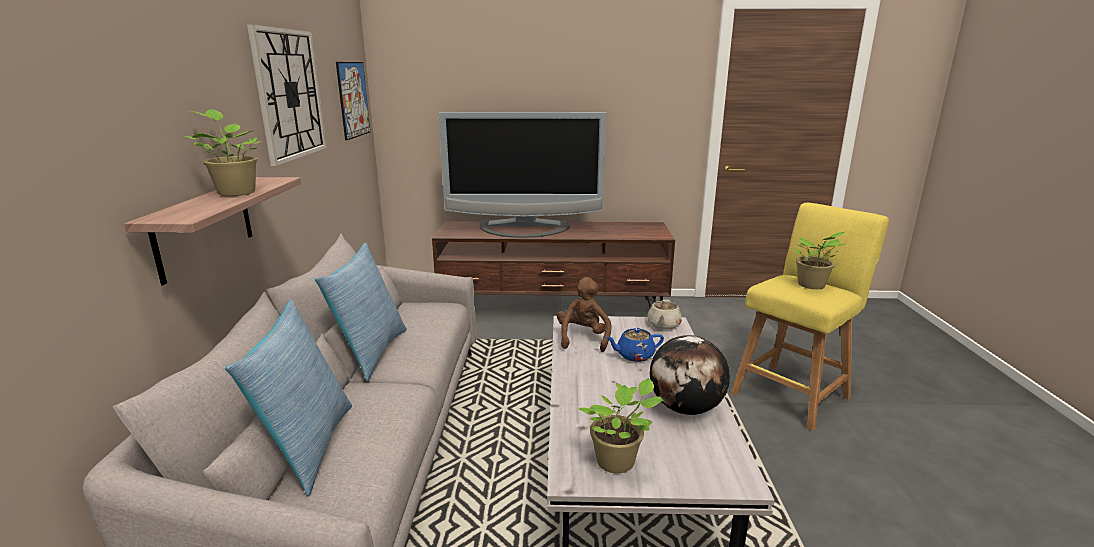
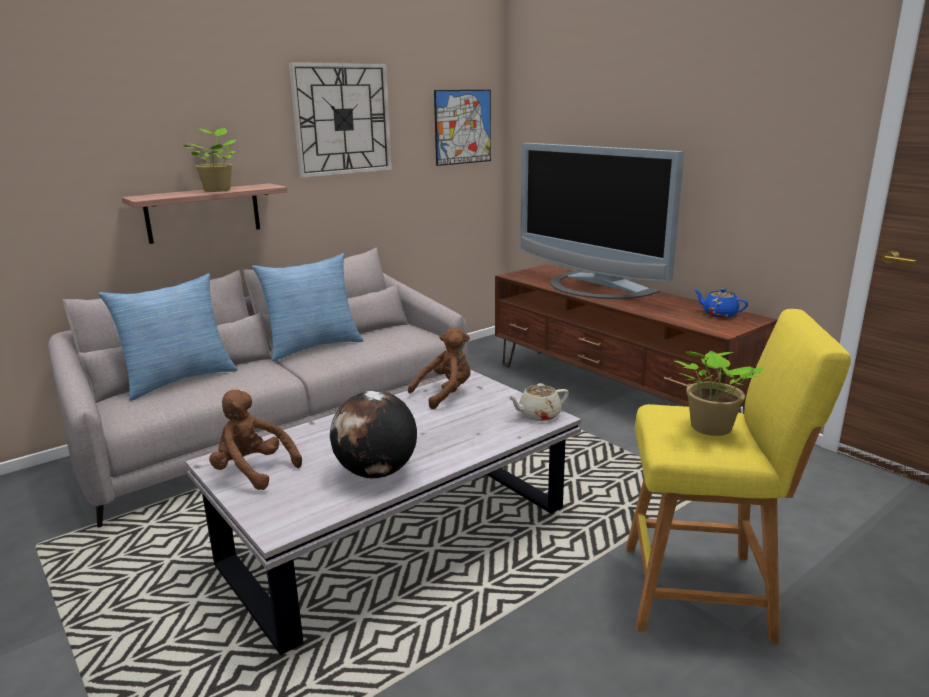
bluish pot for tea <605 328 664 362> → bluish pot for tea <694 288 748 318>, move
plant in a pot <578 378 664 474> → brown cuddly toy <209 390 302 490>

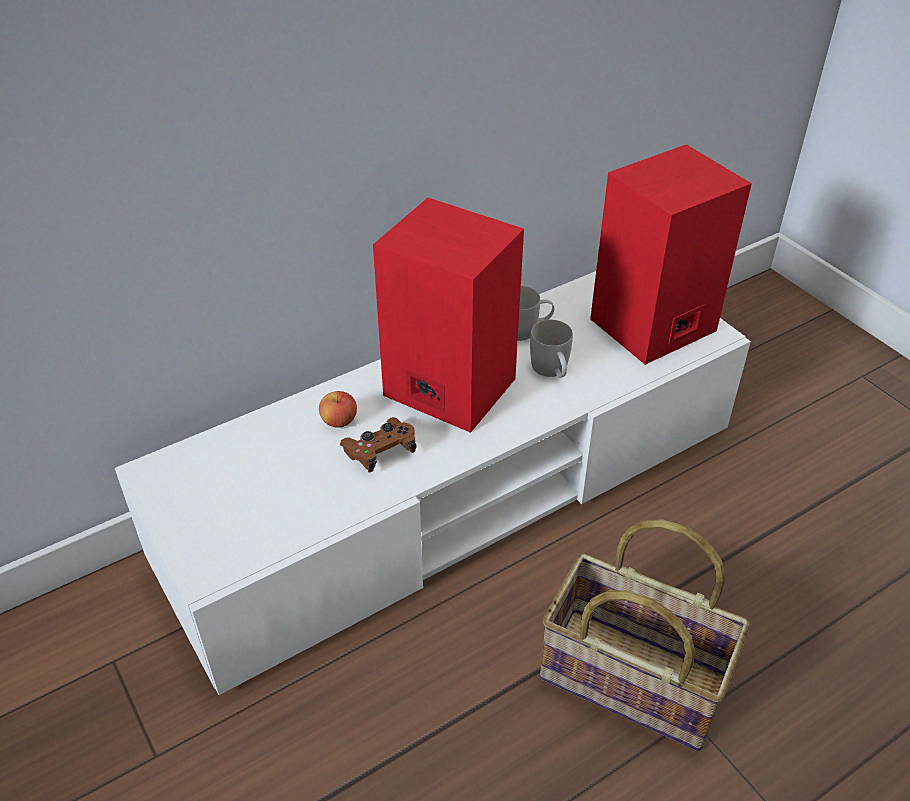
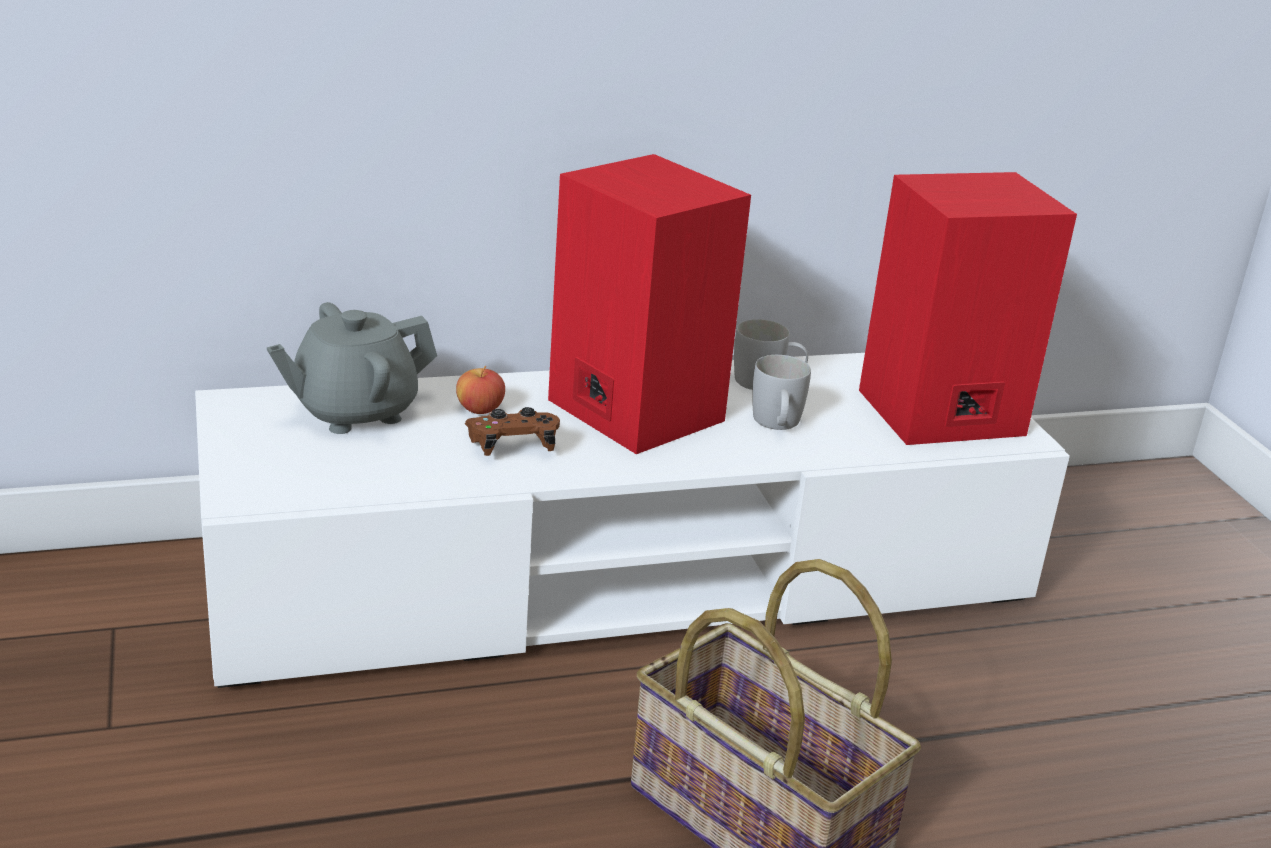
- → gray pot for tea <267 302 437 434>

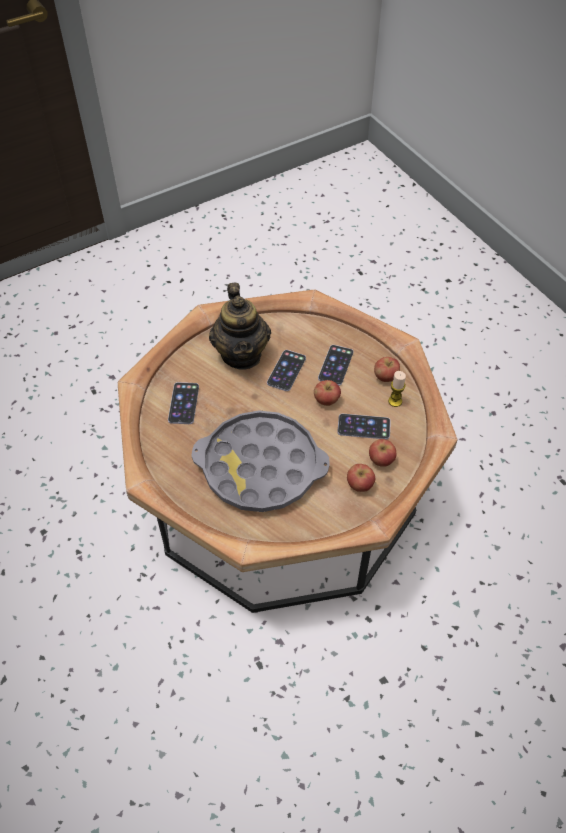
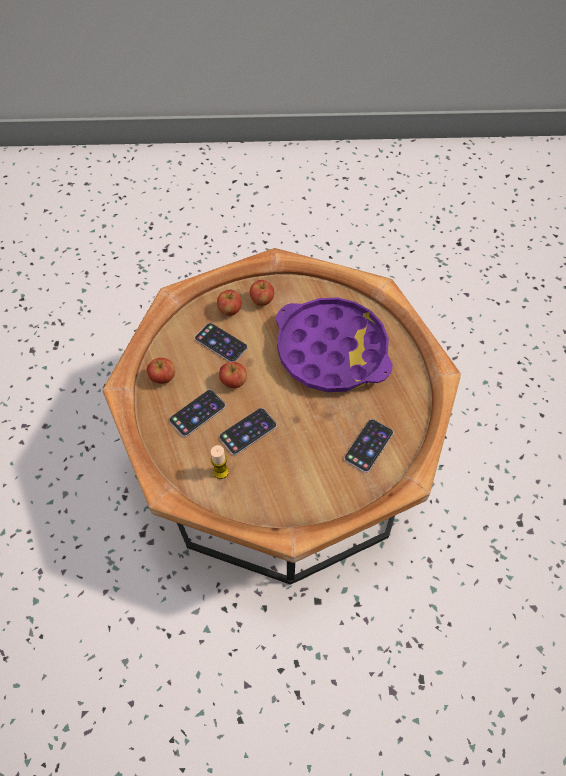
pot for tea <209 283 271 370> → -
wax candle <388 371 406 407> → wax candle <210 445 229 479>, move
gray serving tray <191 411 330 512> → purplish serving tray <276 298 393 392>

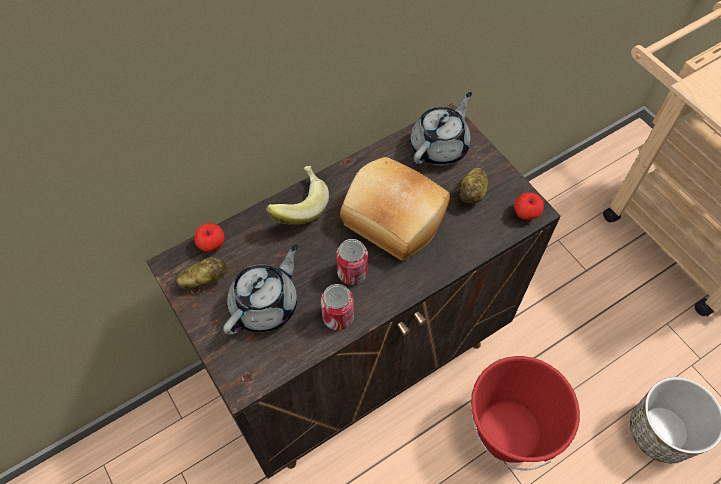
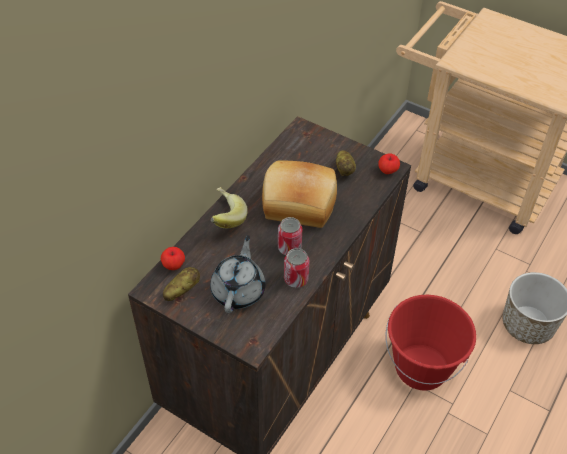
gray pot for tea <410 92 472 166> → -

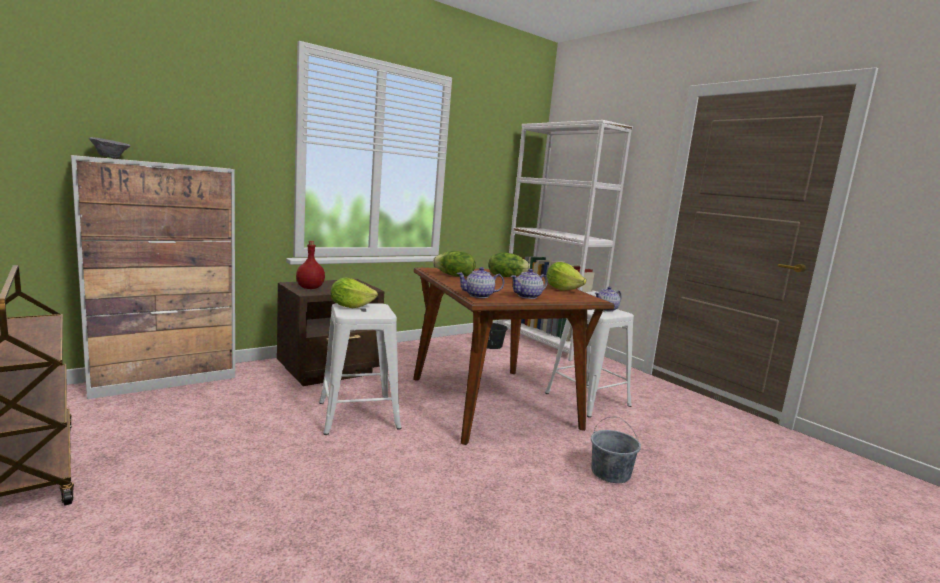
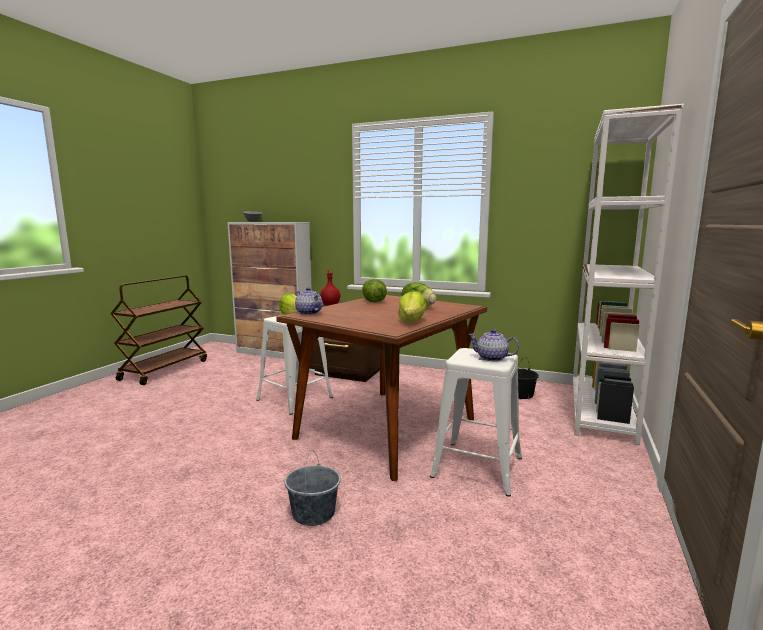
pot for tea <511 269 548 299> → -

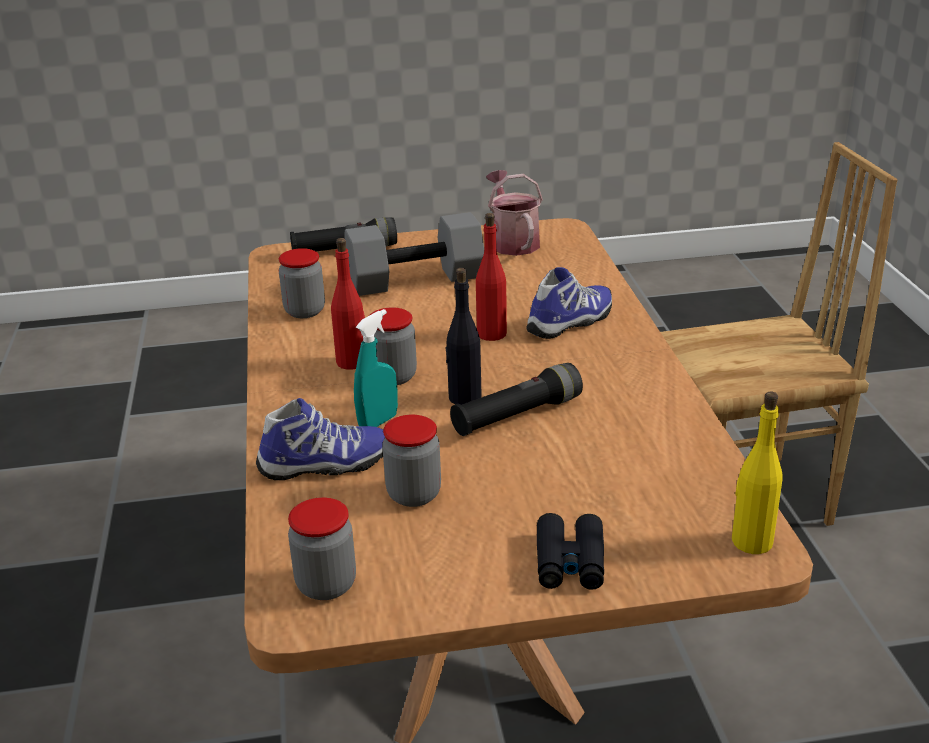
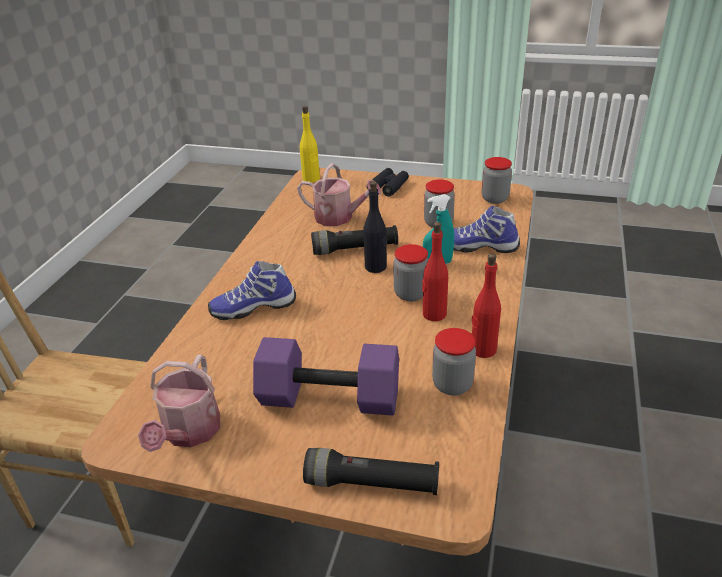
gray hand weight <344 212 484 296> → purplish hand weight <253 337 399 416>
red-coloured beverage bottle <476 213 507 341> → red-coloured beverage bottle <472 253 501 358>, move
- → sprinkling can <297 163 381 226>

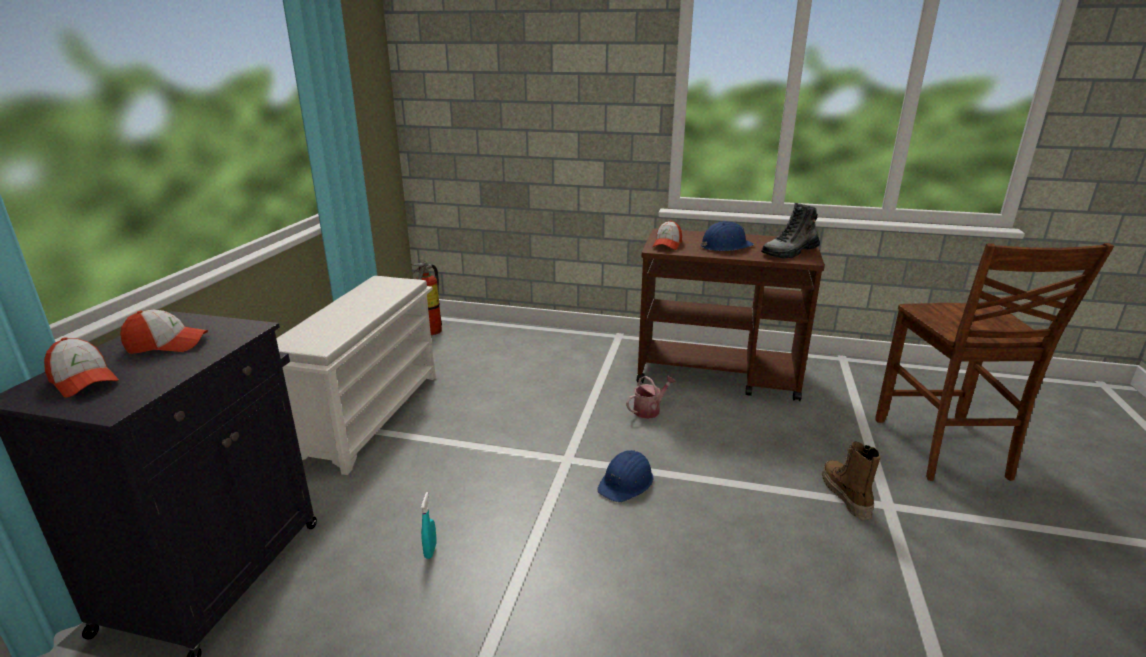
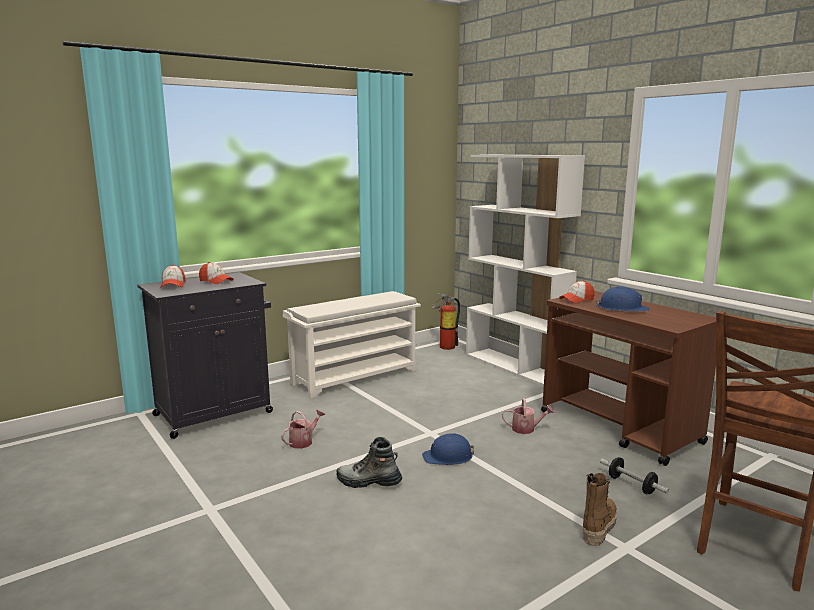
boot <761 203 820 259> → boot <336 437 402 488>, move
blue-green spray bottle <421 492 437 559> → sprinkling can <281 410 325 449>
- → white bookcase <466 155 585 386>
- → hand weight <600 457 669 494>

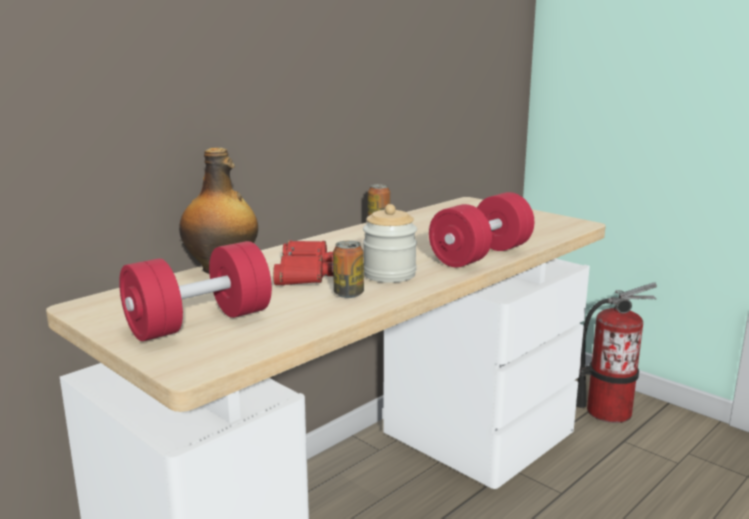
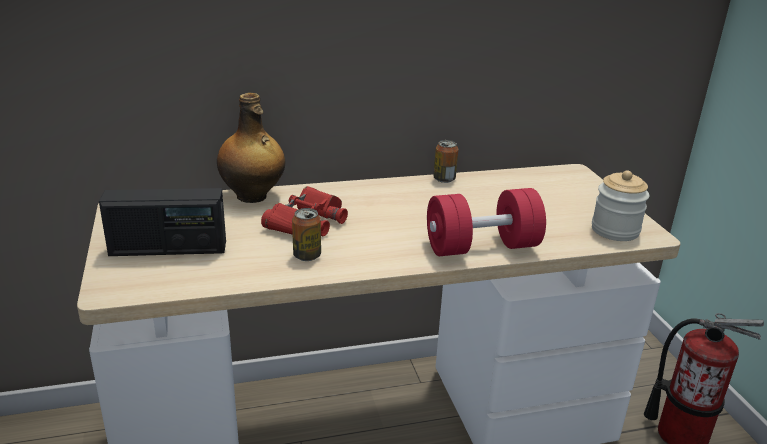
jar <363 204 417 283> → jar <592 170 649 241>, move
red-coloured hand weight <119 241 272 341> → radio receiver <99 188 226 256>

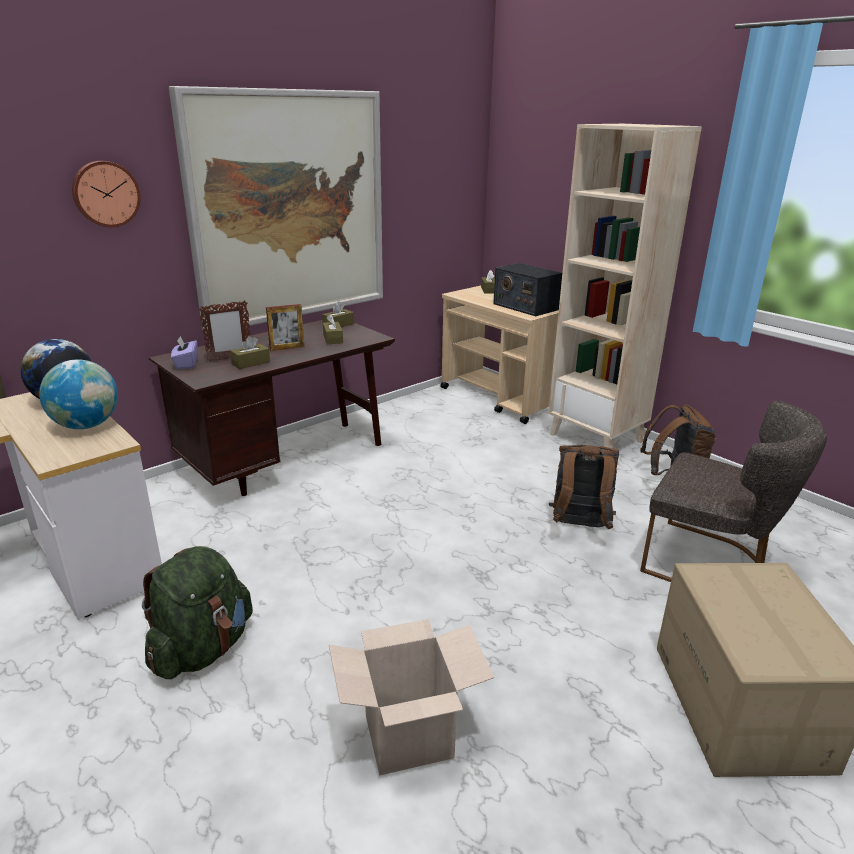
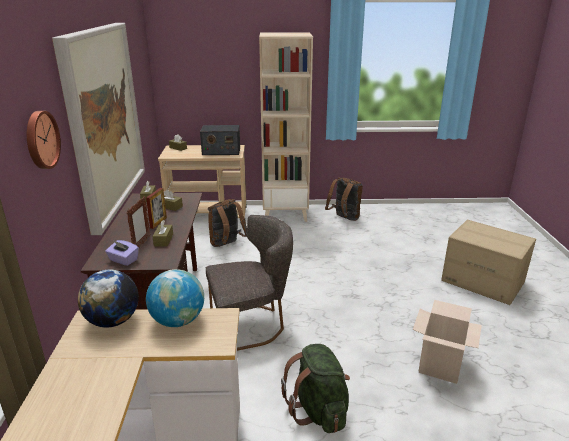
gray upright chair <640 401 827 582> → gray upright chair <206 215 293 351>, move
brown backpack <549 445 619 529> → brown backpack <208 199 247 247>, move

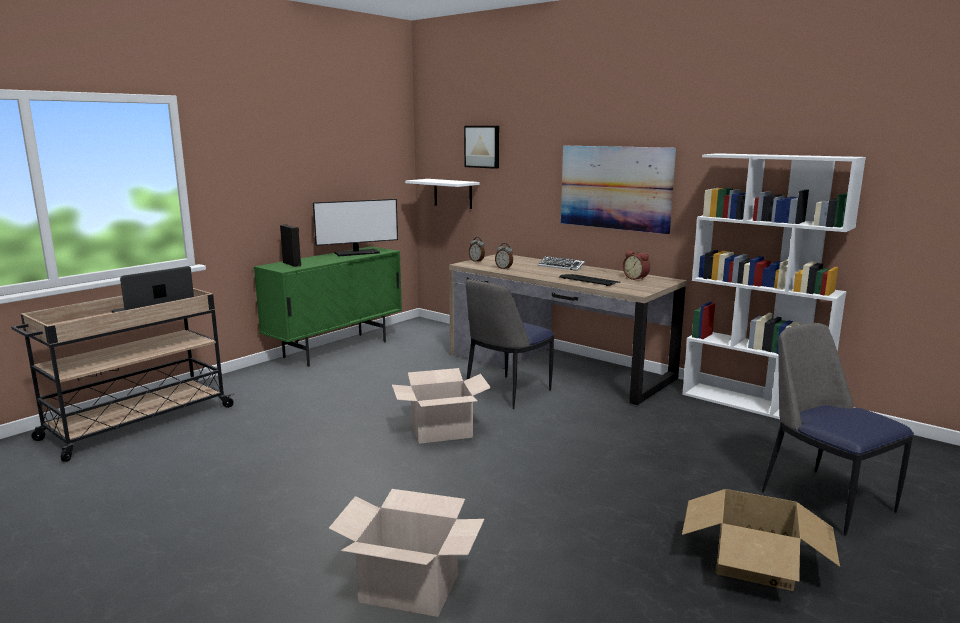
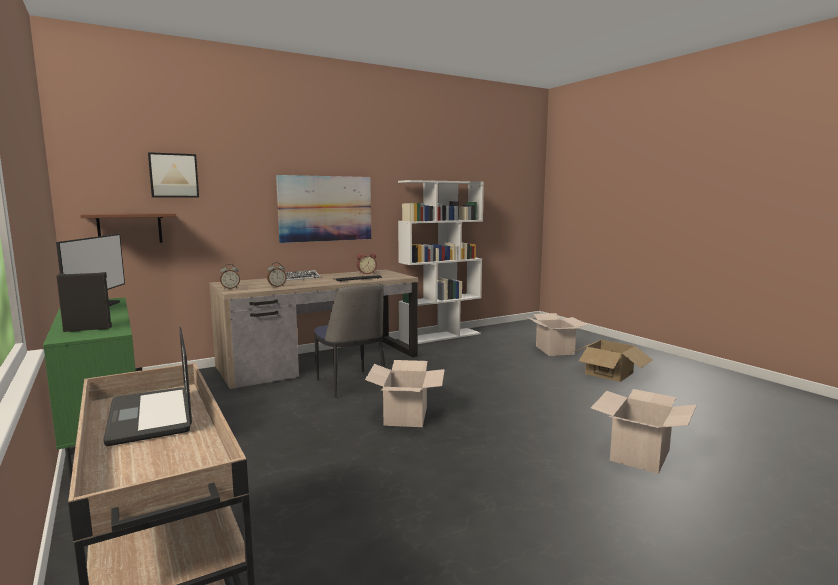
white shelf <405 179 480 209> → brown shelf <80 213 176 243>
upright chair <762 323 914 536> → cardboard box <527 313 588 356>

